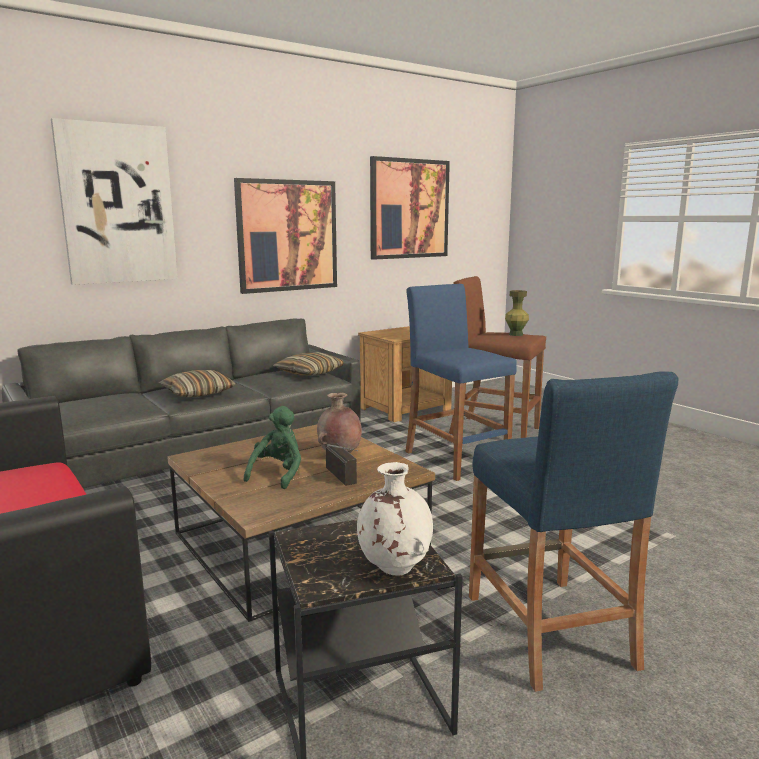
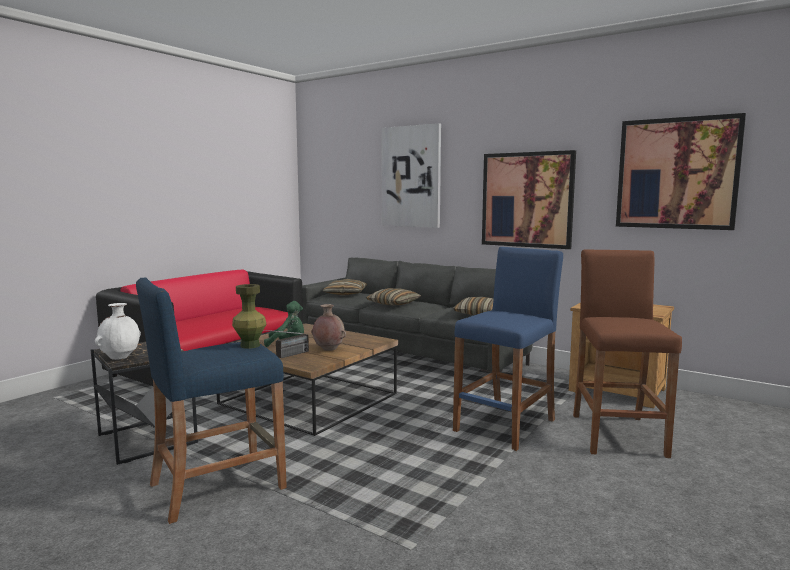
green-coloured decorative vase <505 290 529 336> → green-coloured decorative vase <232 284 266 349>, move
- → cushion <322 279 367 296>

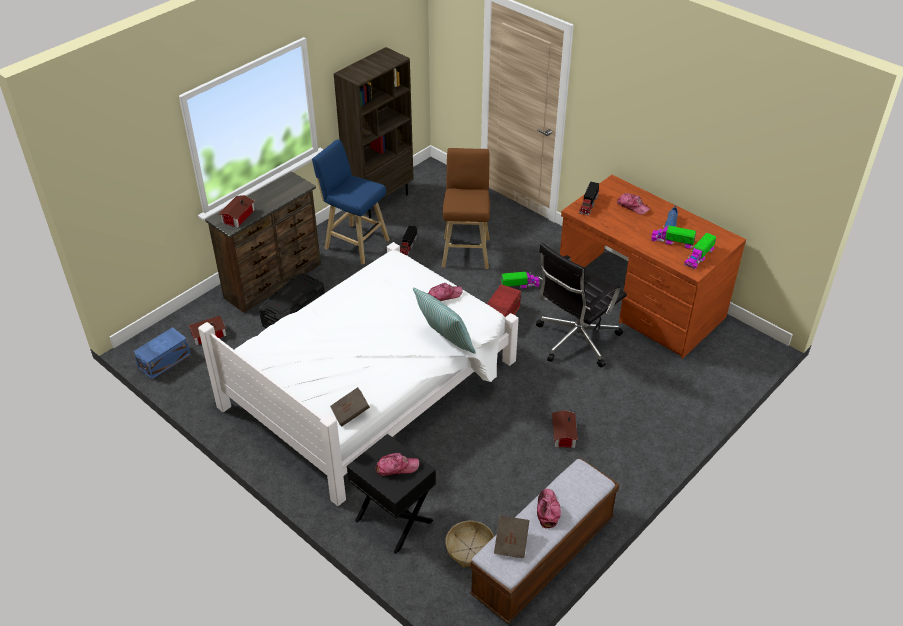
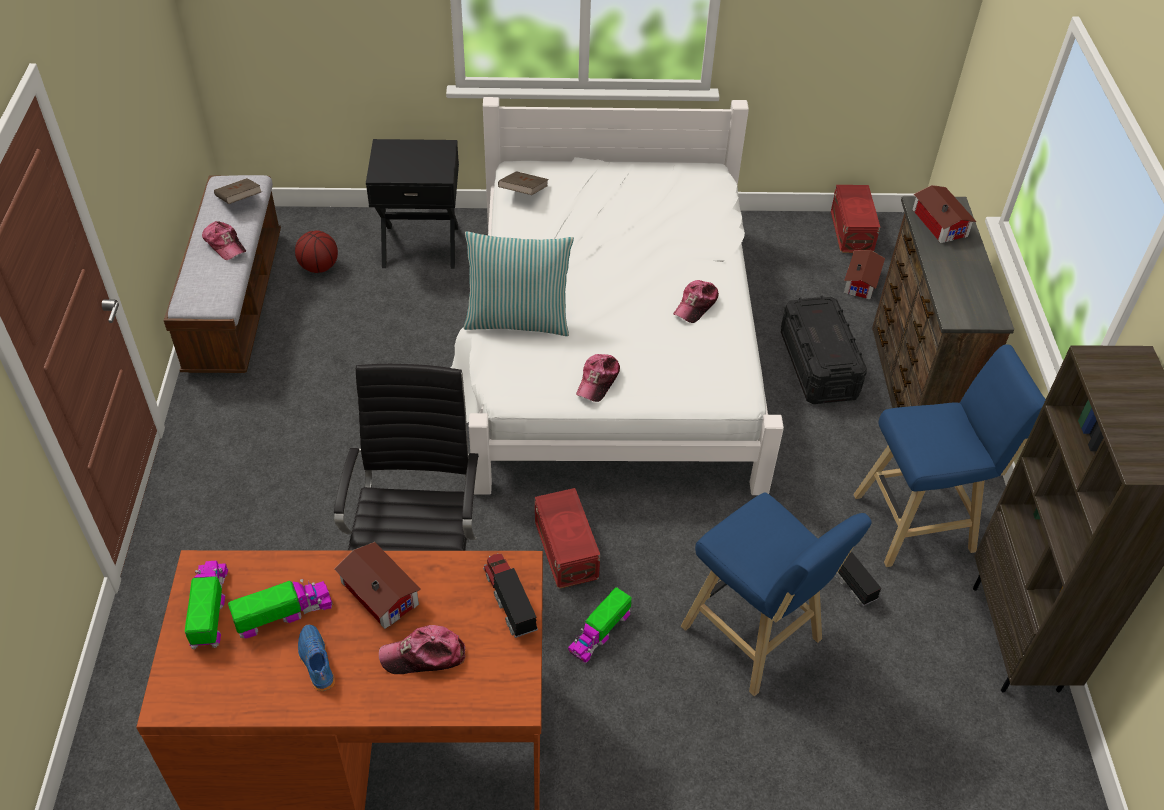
brown stool <442 148 490 269> → bluish stool <681 492 872 696>
bluish storage bin <133 327 191 379> → red-coloured storage bin <831 185 880 253>
miniature house <552 410 578 448> → miniature house <334 542 421 629>, move
baseball cap <375 453 419 476> → baseball cap <673 280 719 323>, move
basket <445 521 494 568> → basketball <295 230 338 273>

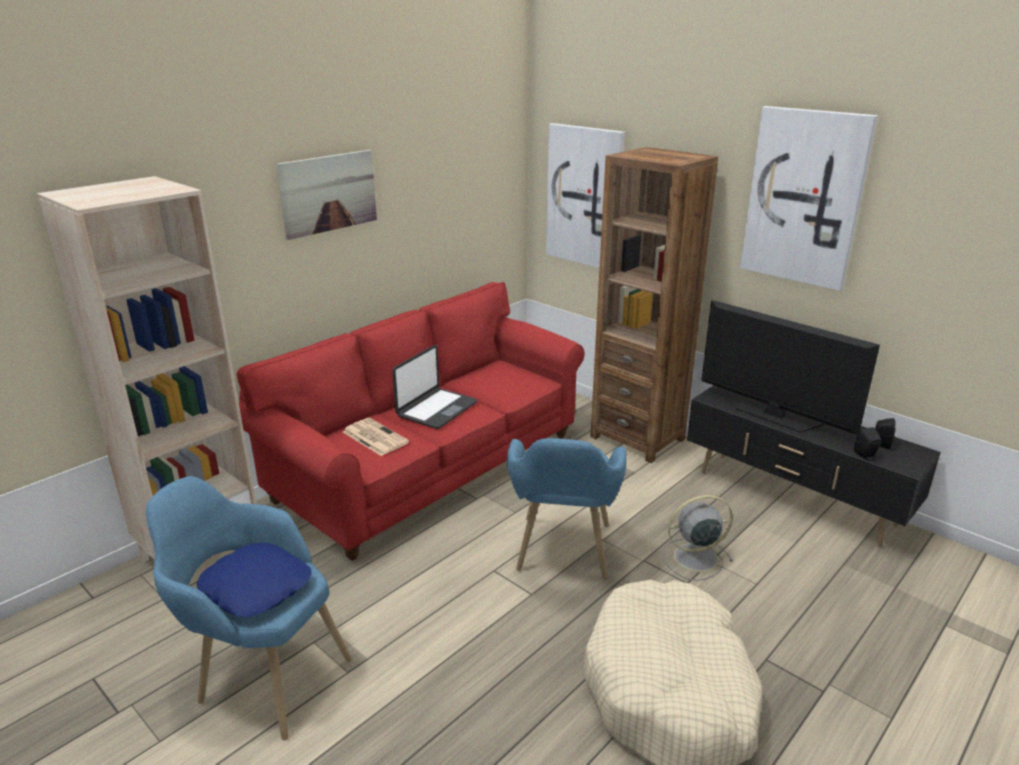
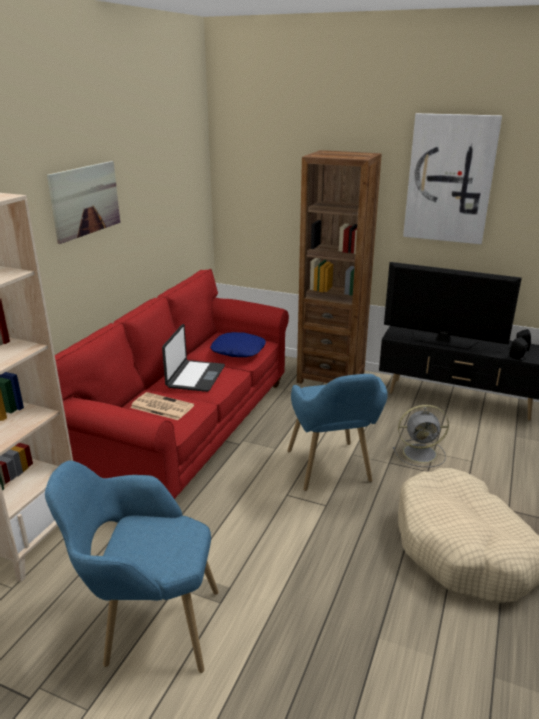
wall art <546 123 625 268> → -
gray cooling fan <662 495 733 581> → gray cooling fan <393 405 449 467>, 150 degrees counterclockwise
bluish cushion <197 542 311 617> → bluish cushion <210 332 266 357>, move

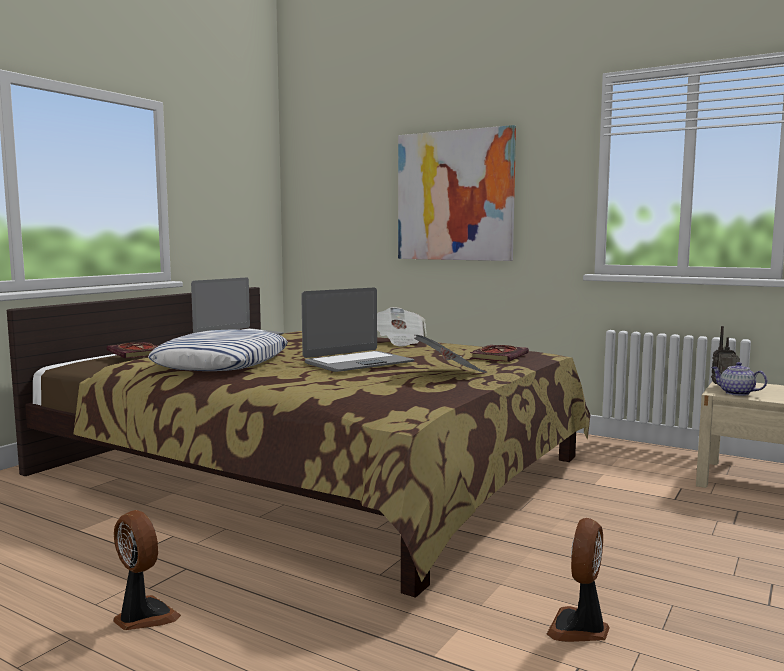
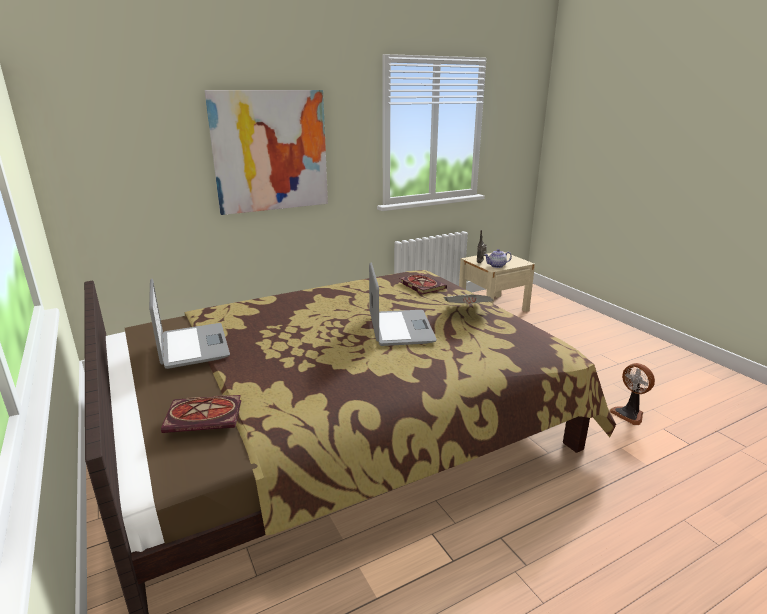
newspaper <377 307 427 346> → -
cushion <148 329 288 371> → -
cooling fan <113 510 181 630> → -

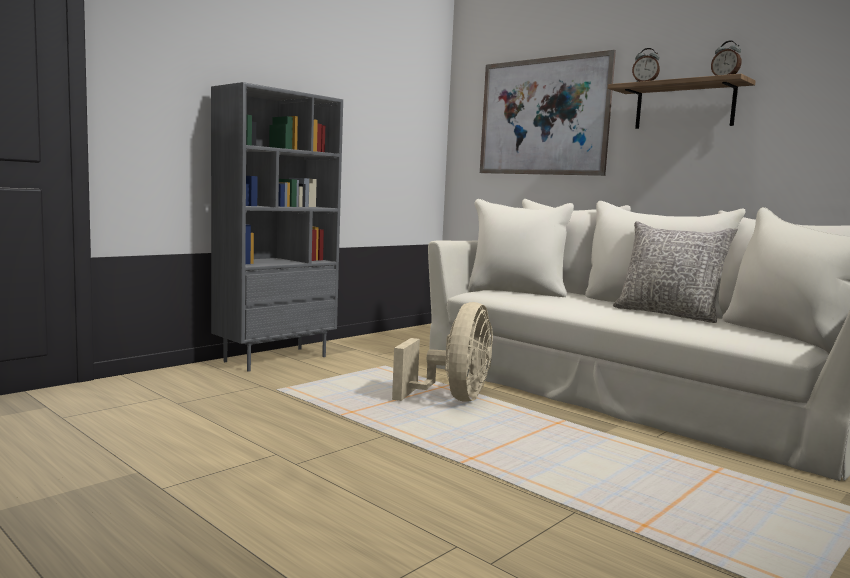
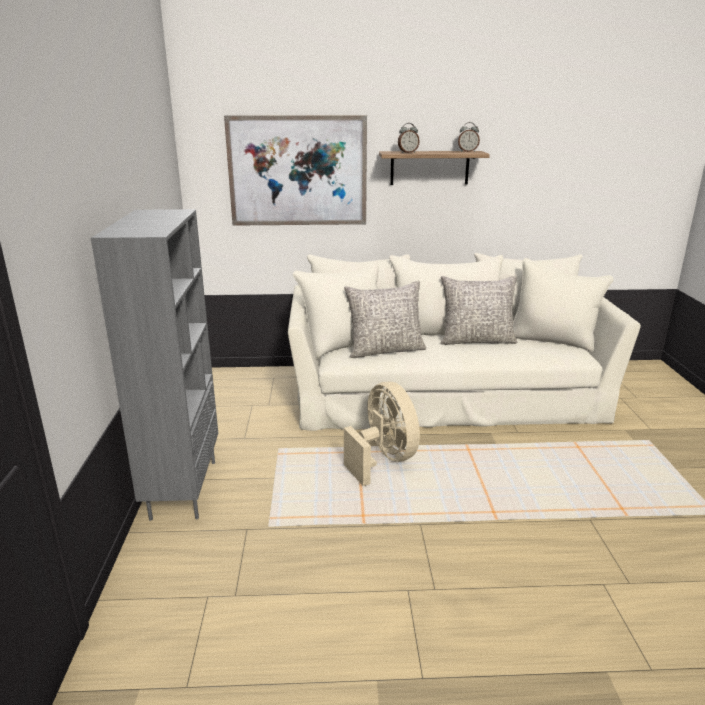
- → gray cushion <344 280 426 358>

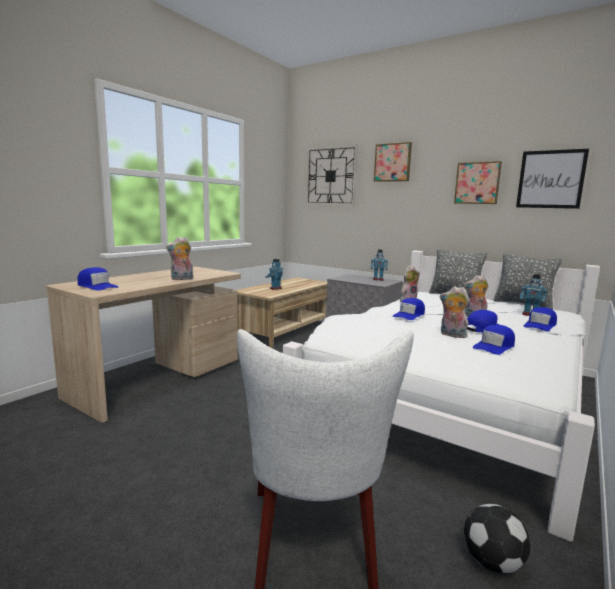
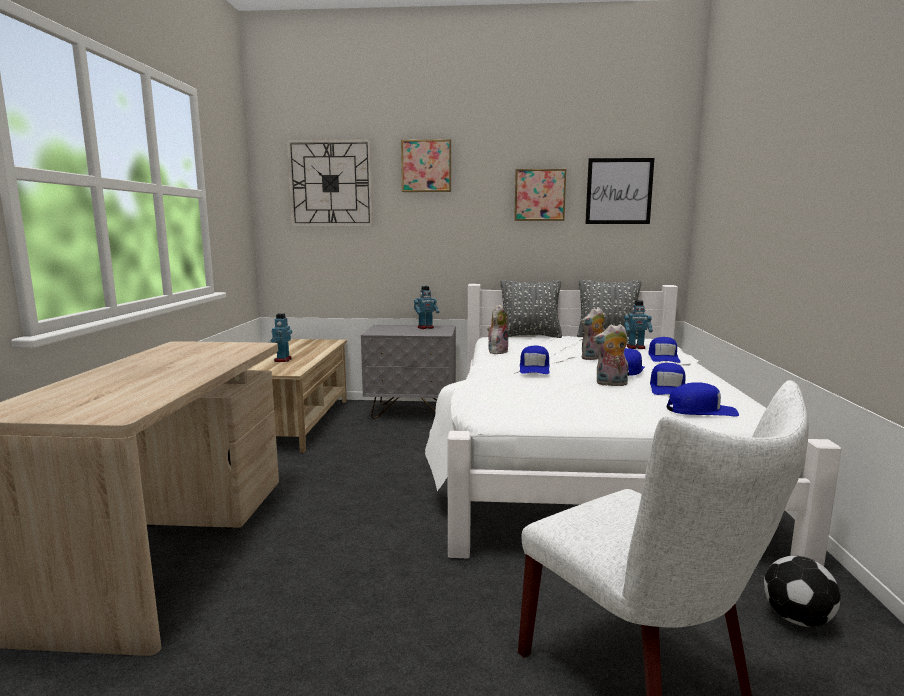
cuddly toy <166 237 193 280> → -
bluish baseball cap <78 267 119 291> → bluish baseball cap <667 382 739 417>, move

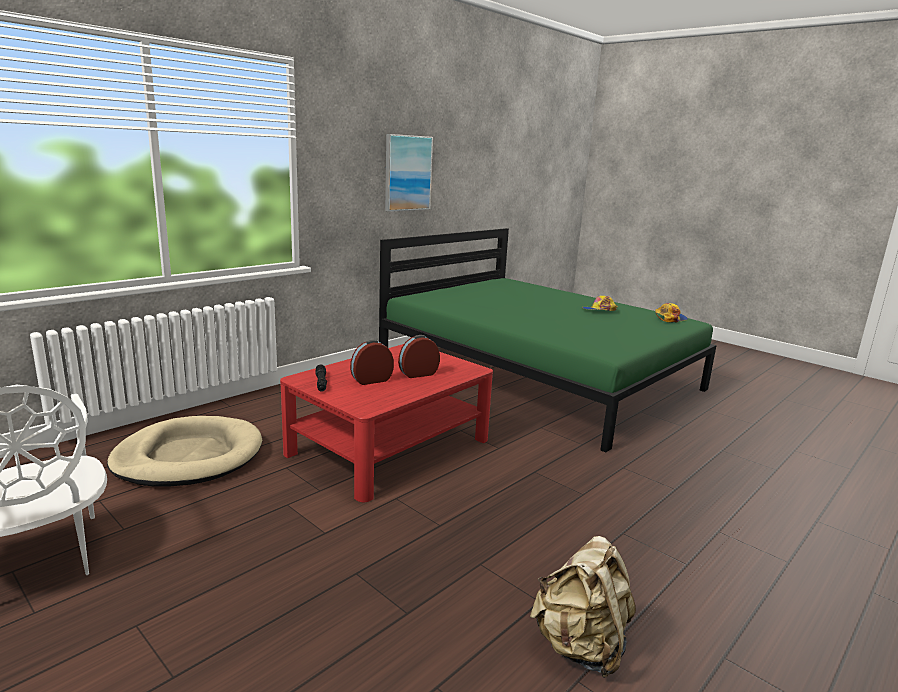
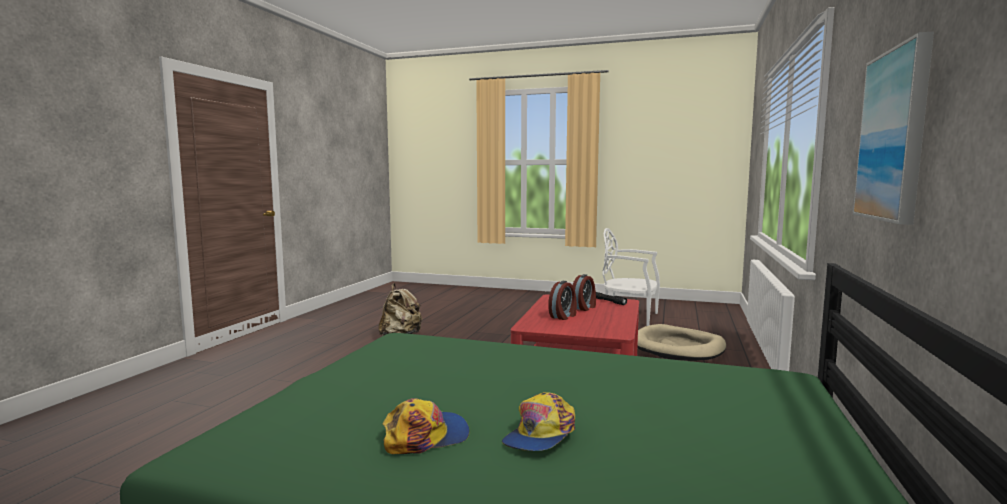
baseball cap <655 303 688 322> → baseball cap <502 392 575 451>, move

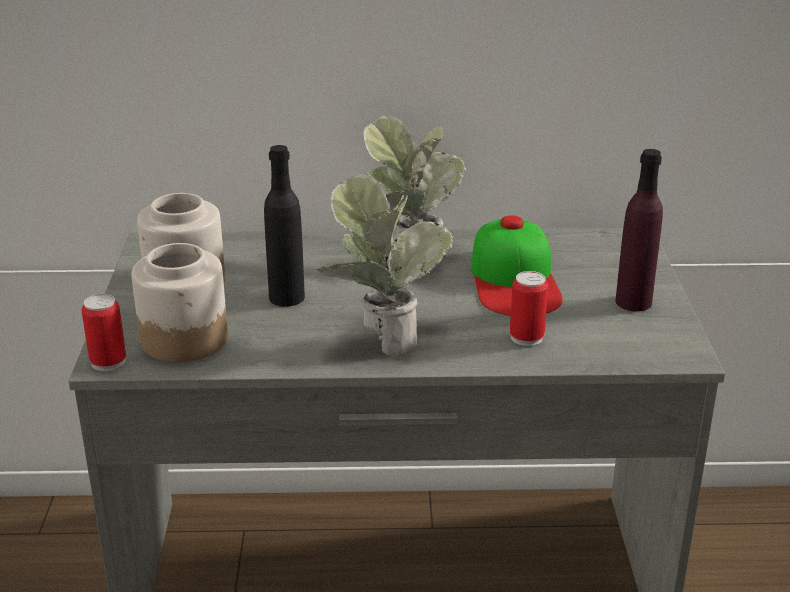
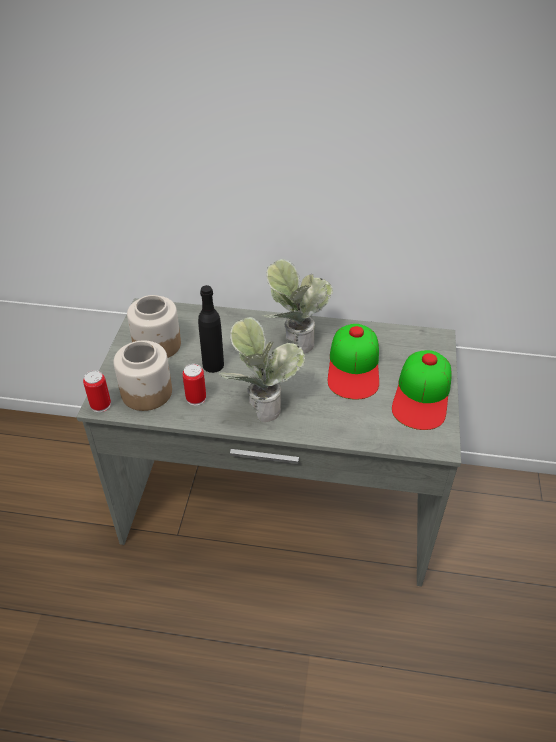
purplish beverage bottle <615 149 663 311> → baseball cap <392 350 452 430>
can <510 271 548 346> → can <182 364 206 406>, move

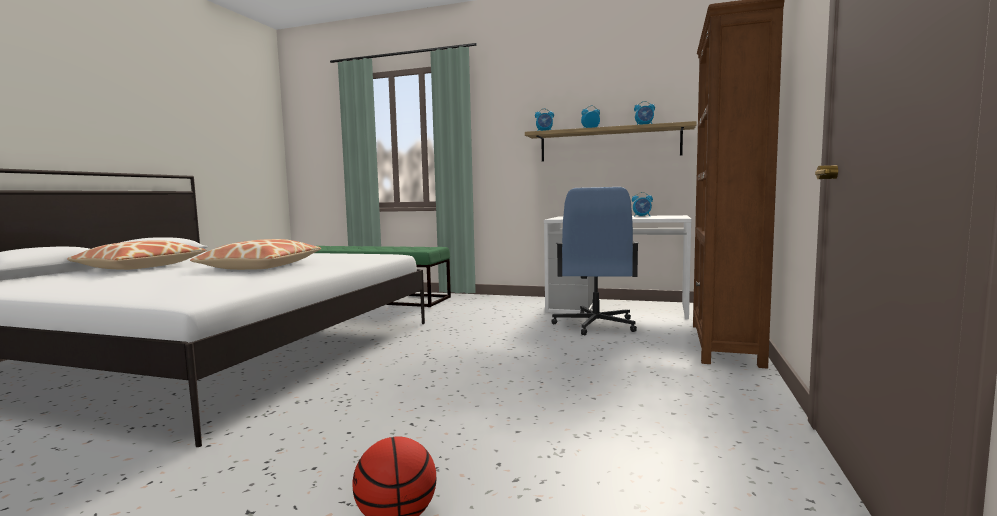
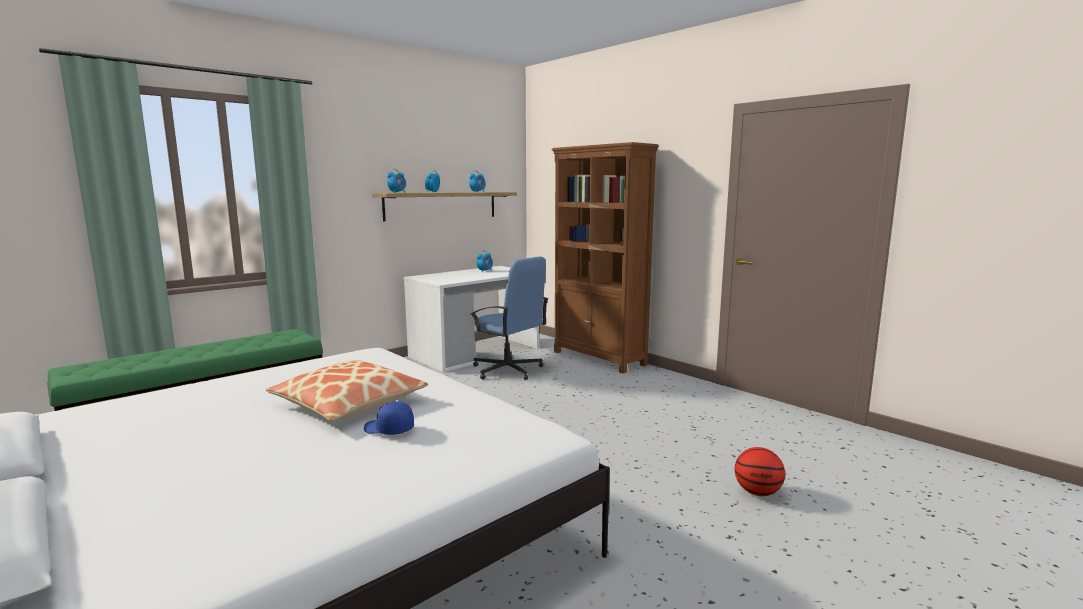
cushion <67 240 206 270> → -
- → bluish baseball cap <364 401 414 435>

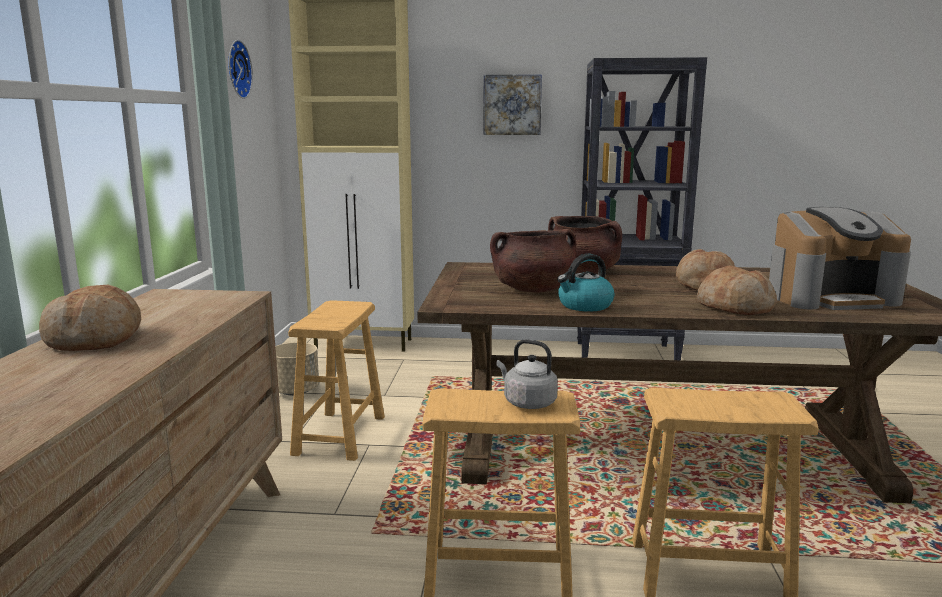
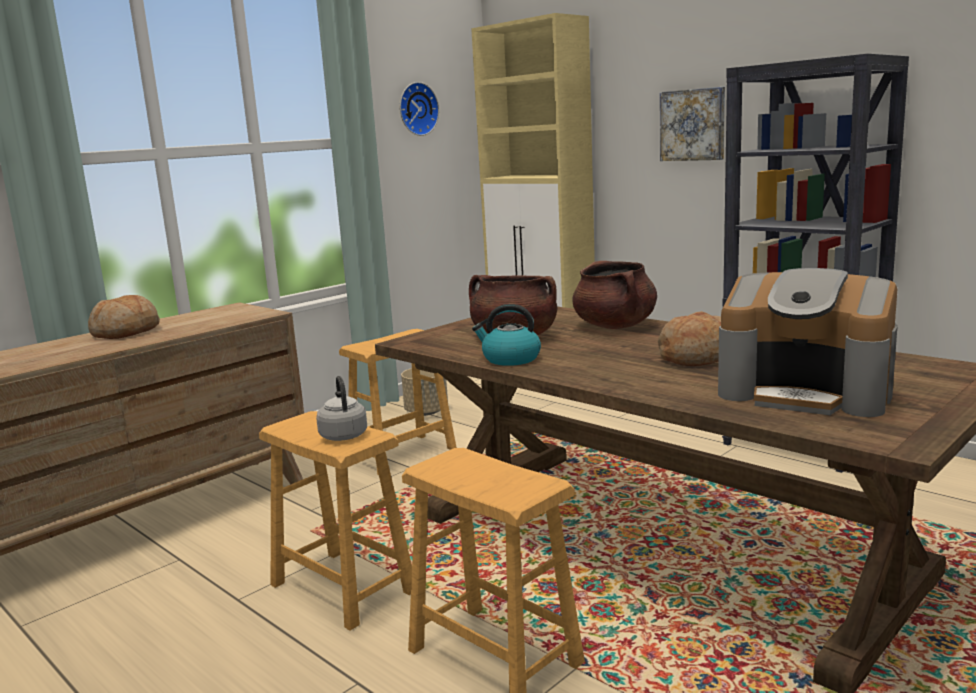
bread <697 265 777 315> → -

